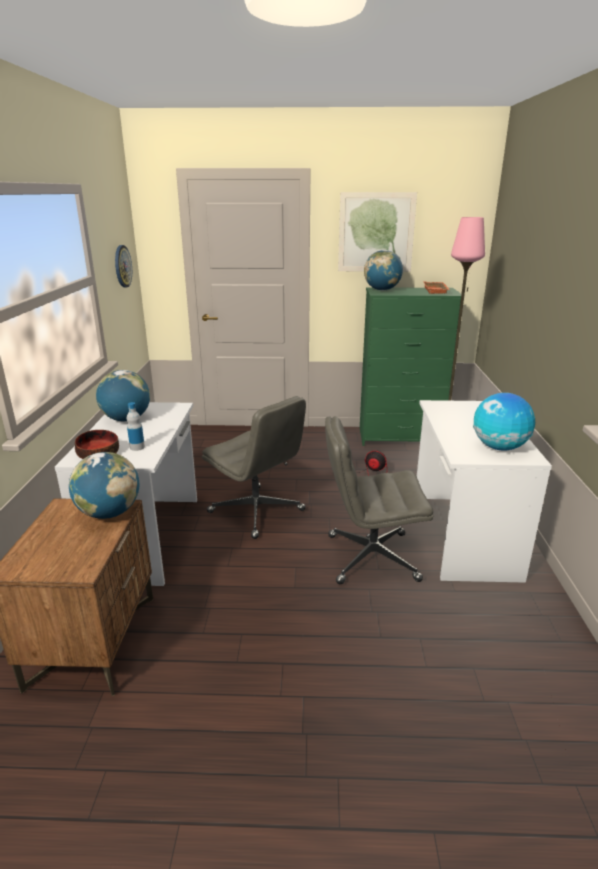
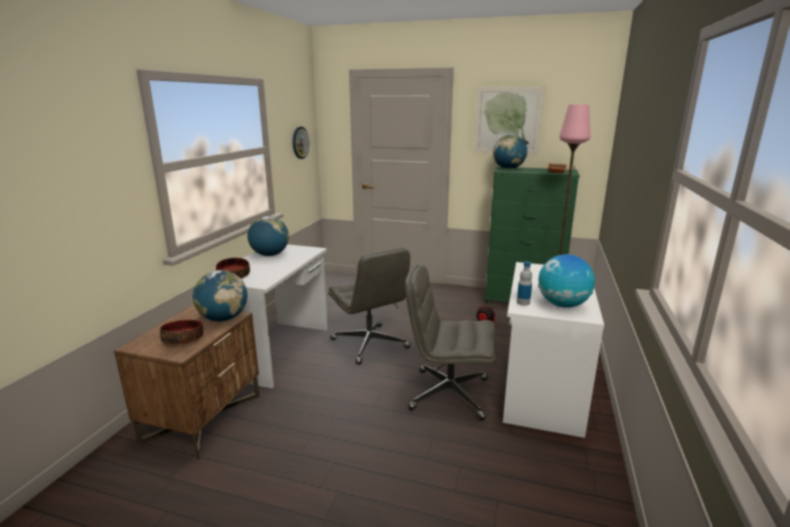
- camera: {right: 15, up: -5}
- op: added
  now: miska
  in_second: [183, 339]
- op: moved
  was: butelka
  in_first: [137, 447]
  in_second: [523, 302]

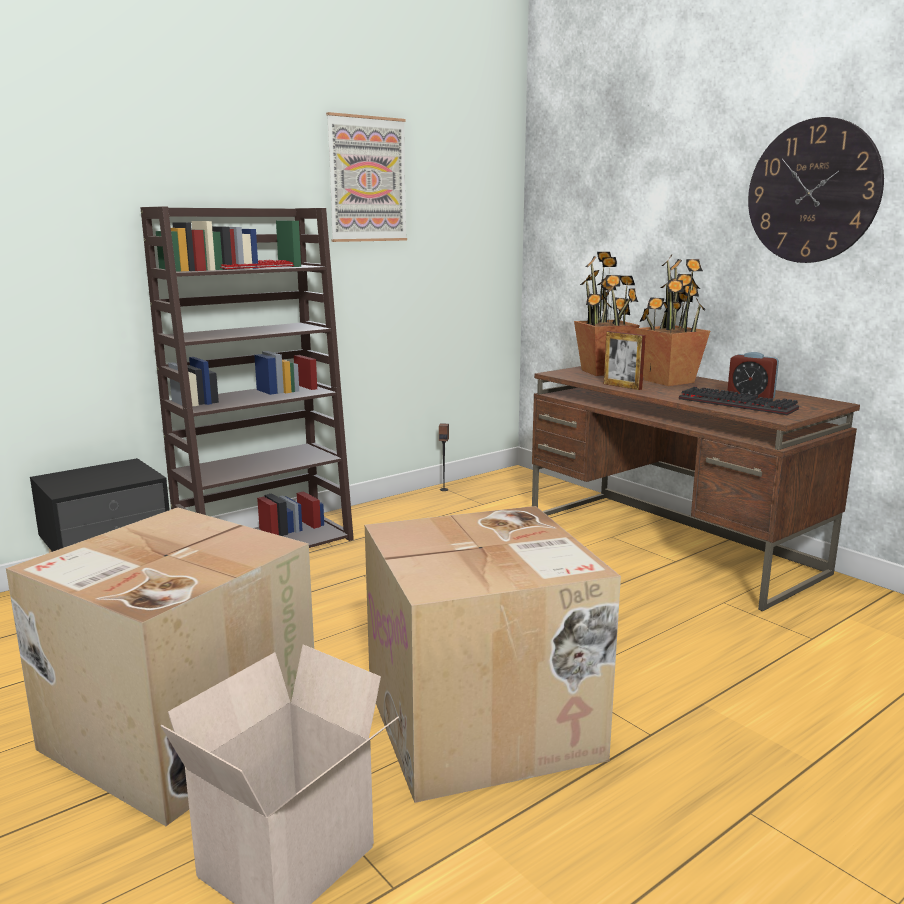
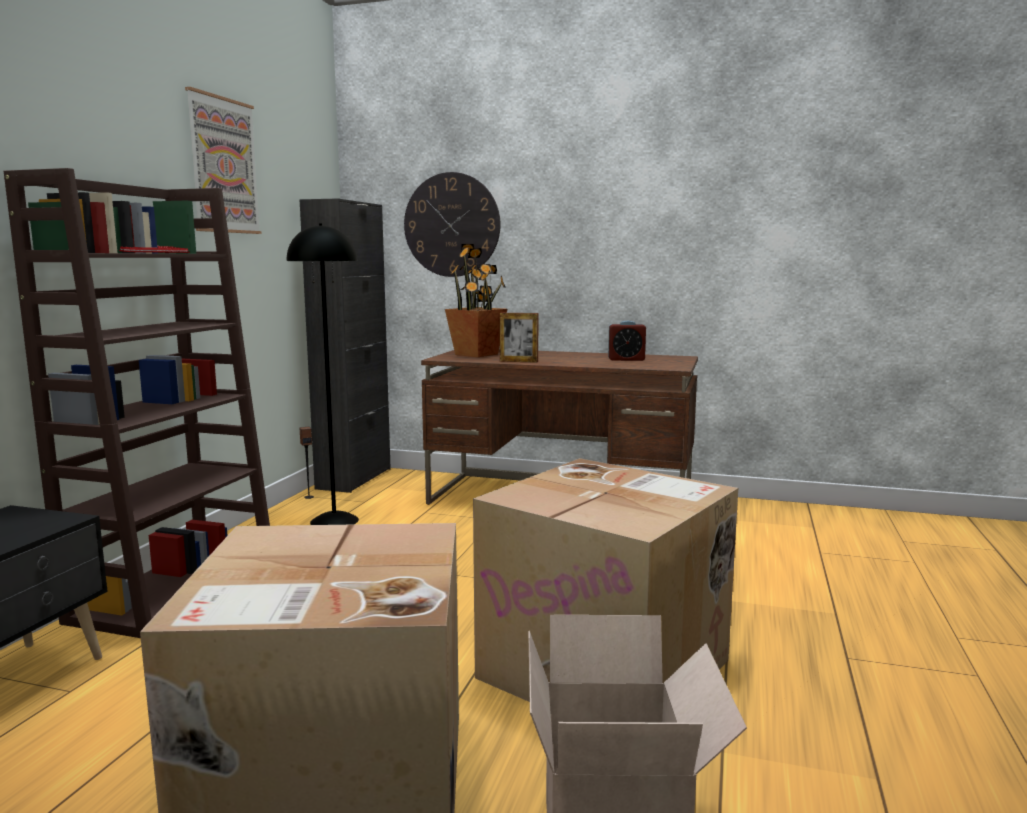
- camera: {right: -35, up: -5}
- op: removed
  was: roślina doniczkowa
  in_first: [669, 381]
- op: removed
  was: klawiatura
  in_first: [739, 404]
- op: added
  now: lampa stojąca/czarny
  in_second: [334, 520]
- op: added
  now: szafka/czarny
  in_second: [354, 478]
- op: moved
  was: zegar ścienny
  in_first: [812, 191]
  in_second: [452, 225]

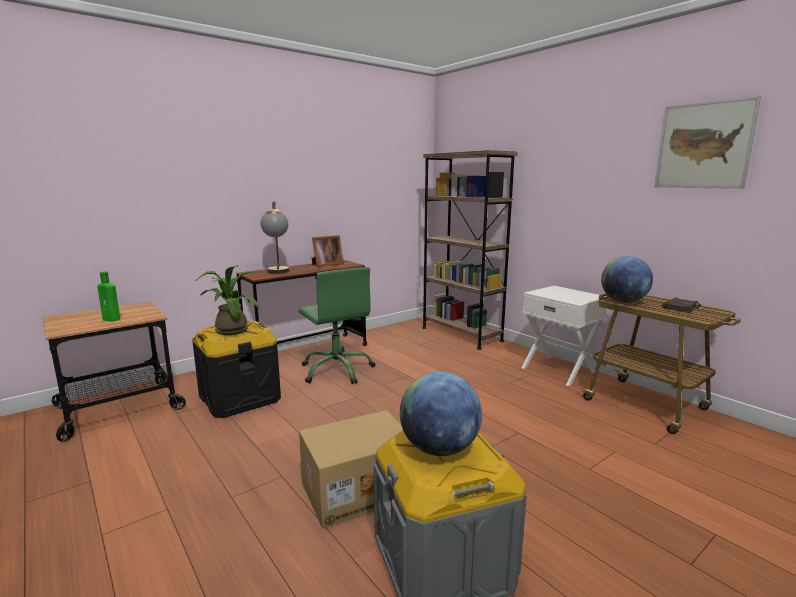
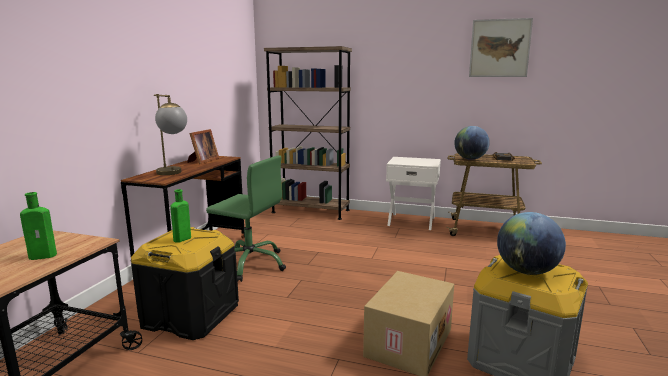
- camera: {right: -35, up: 0}
- op: replaced
  was: roślina doniczkowa
  now: butelka/zielony
  in_first: [231, 329]
  in_second: [181, 239]

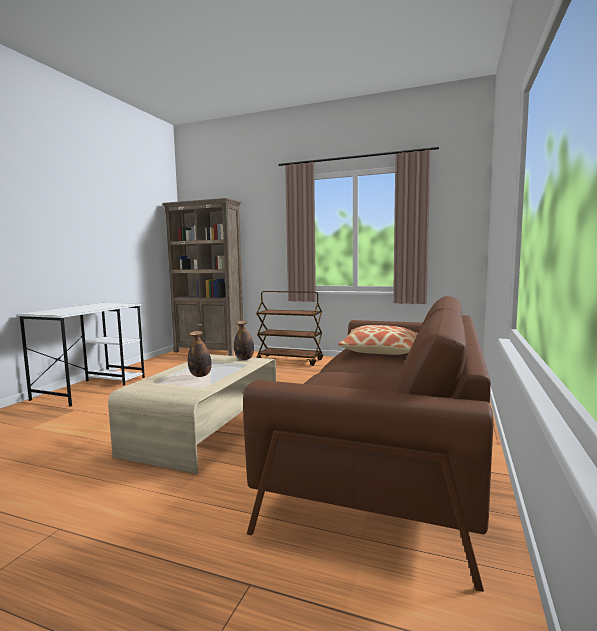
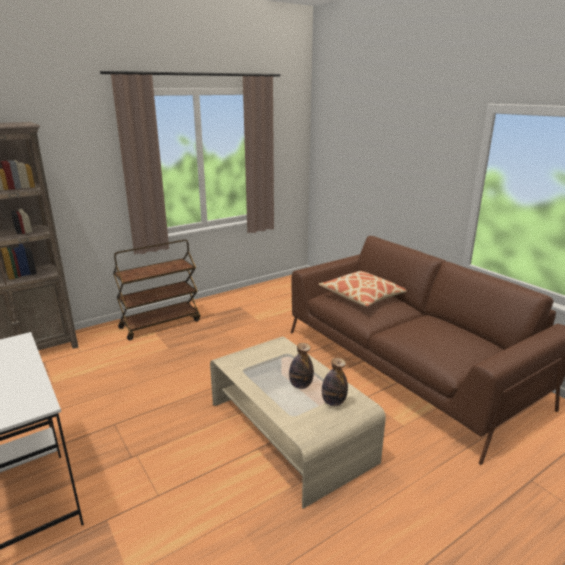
- camera: {right: -55, up: 15}
- op: moved
  was: butelka
  in_first: [244, 359]
  in_second: [333, 402]

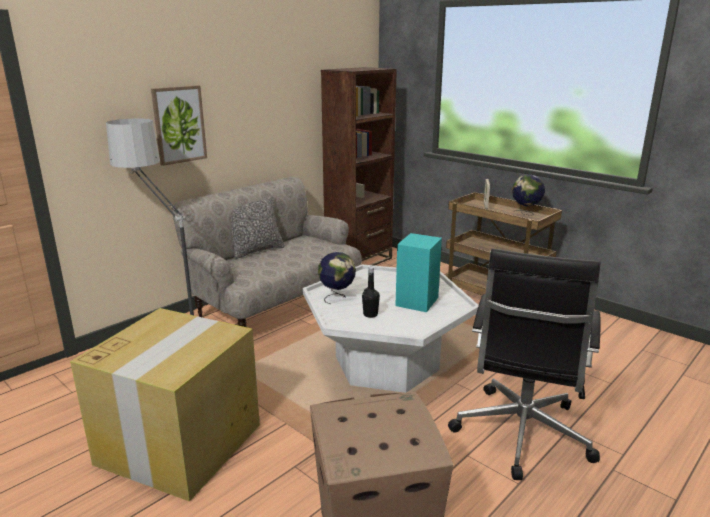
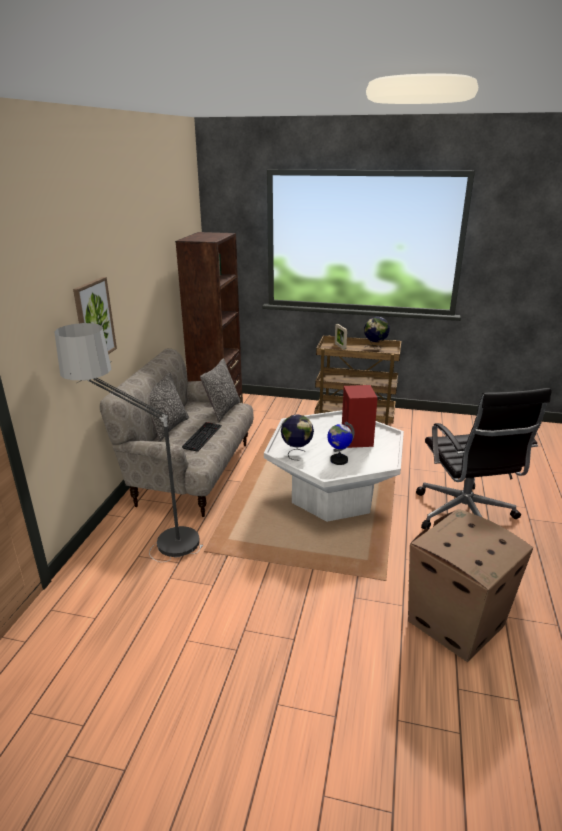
- camera: {right: -30, up: 5}
- op: removed
  was: karton
  in_first: [181, 443]
- op: added
  now: klawiatura
  in_second: [201, 436]
- op: added
  now: poduszka
  in_second: [223, 410]
- op: replaced
  was: butelka/czarny
  now: globus
  in_first: [370, 314]
  in_second: [338, 460]
- op: recoloured
  was: głośnik/turkusowy
  now: głośnik/czerwony
  in_first: [416, 302]
  in_second: [357, 440]

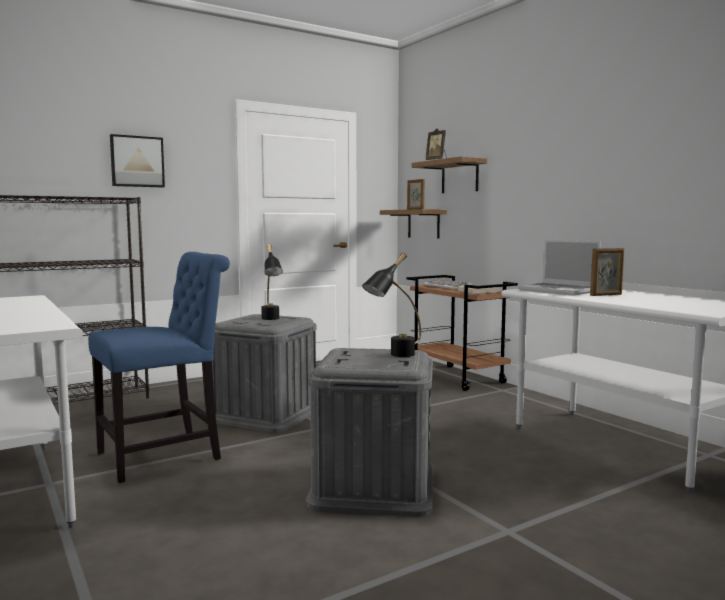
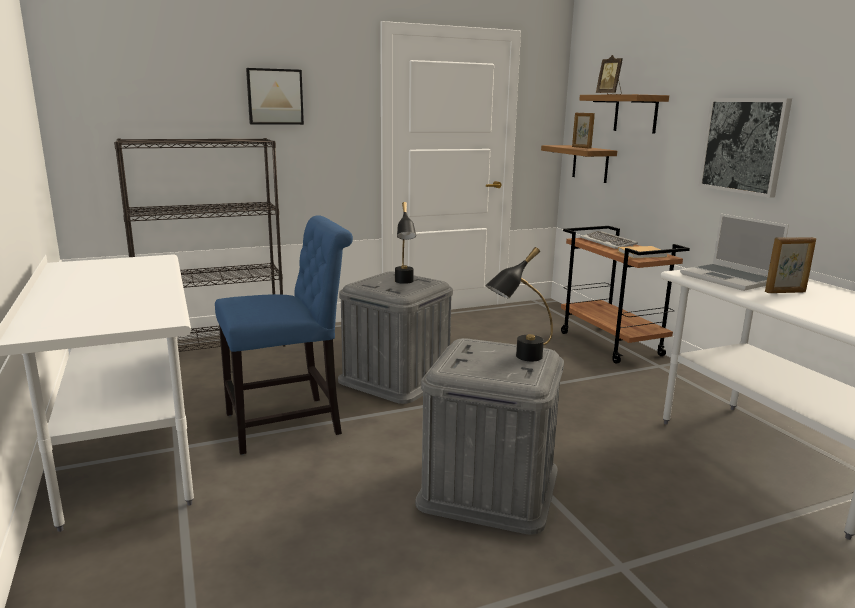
- camera: {right: 10, up: 10}
- op: added
  now: obraz
  in_second: [744, 145]

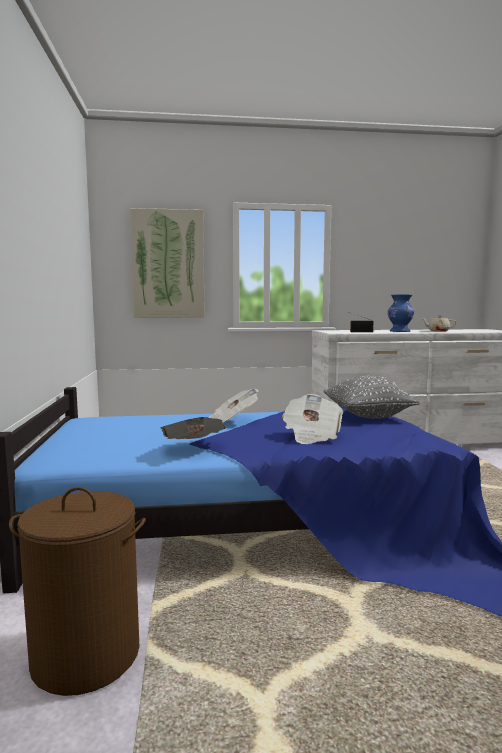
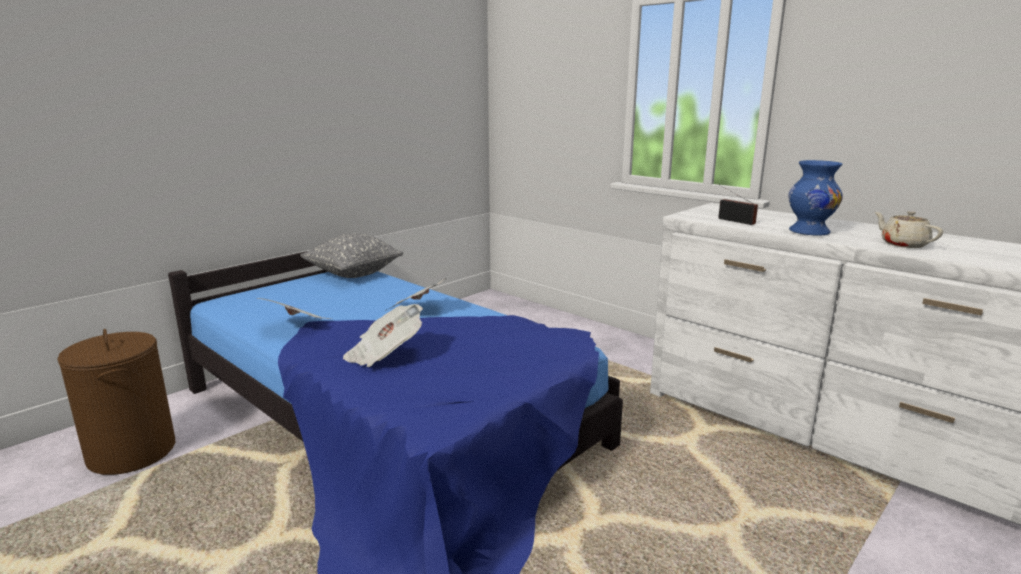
- camera: {right: 50, up: 10}
- op: removed
  was: obraz
  in_first: [168, 264]
- op: moved
  was: poduszka/szary
  in_first: [367, 417]
  in_second: [353, 274]

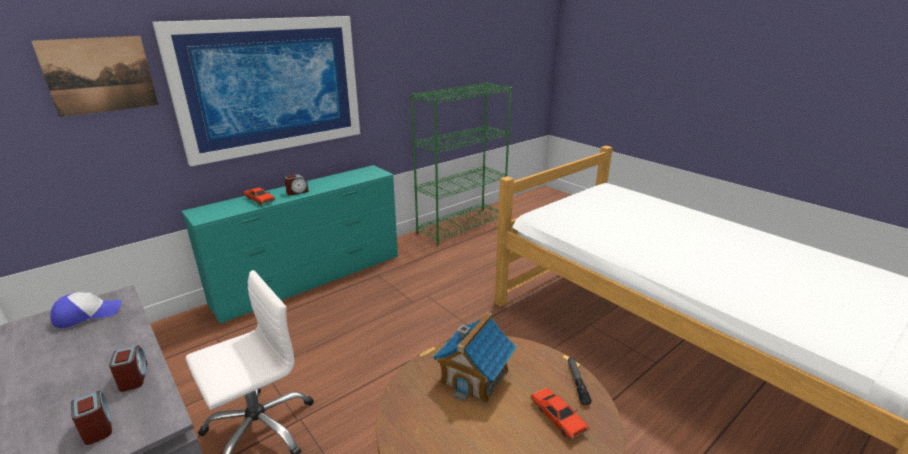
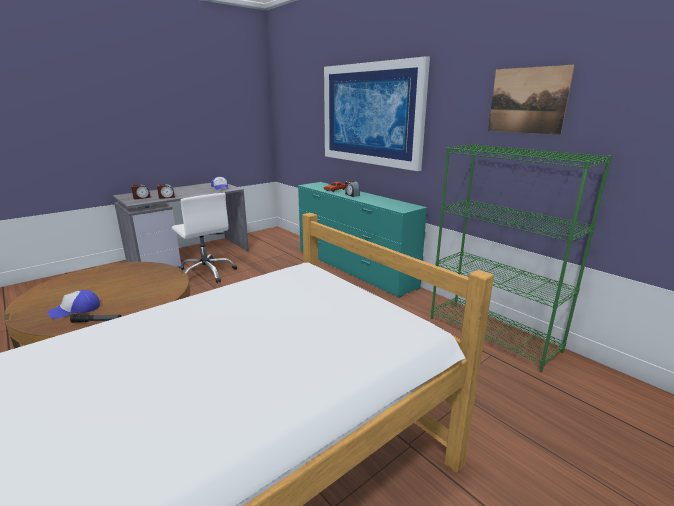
- camera: {right: 90, up: -5}
- op: removed
  was: domek
  in_first: [475, 377]
- op: moved
  was: obraz
  in_first: [100, 75]
  in_second: [527, 100]
- op: replaced
  was: samochodzik/czerwony
  now: czapka z daszkiem
  in_first: [557, 417]
  in_second: [76, 310]

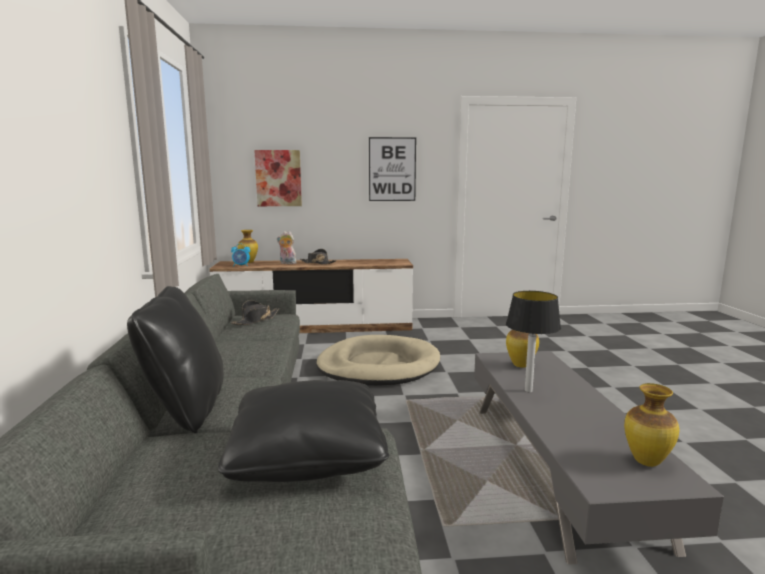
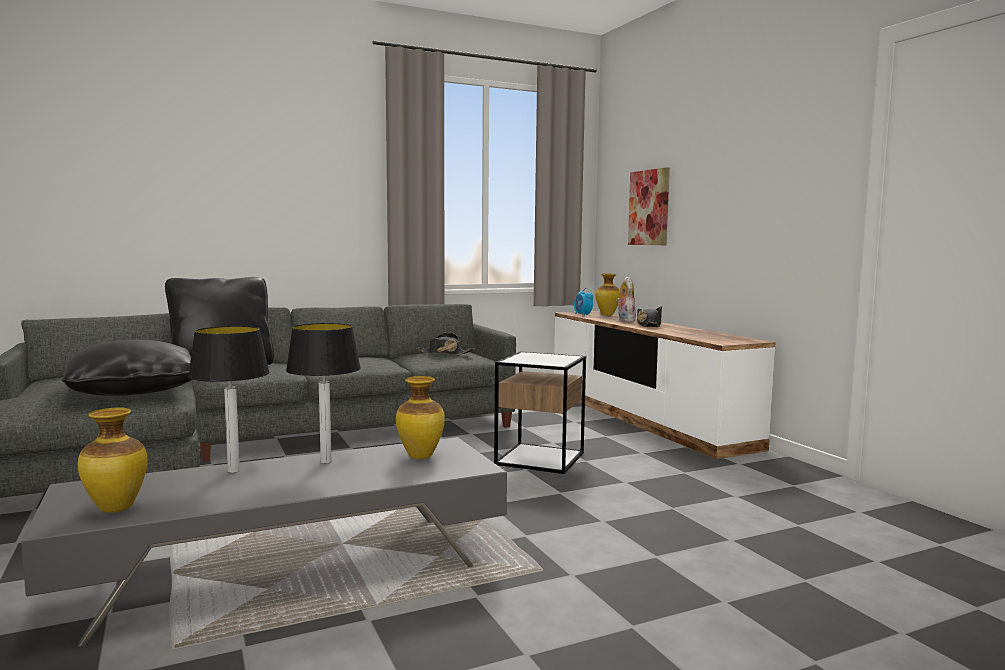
- camera: {right: 70, up: -5}
- op: removed
  was: obraz
  in_first: [392, 169]
- op: added
  now: lampa stołowa
  in_second: [234, 471]
- op: replaced
  was: legowisko/beżowy
  now: stolik
  in_first: [378, 366]
  in_second: [540, 458]

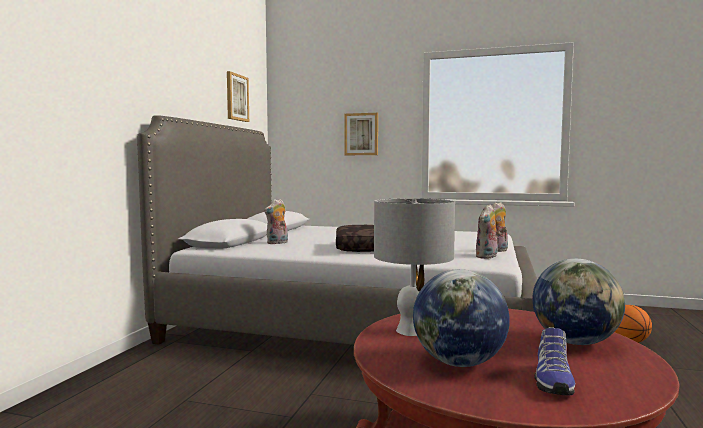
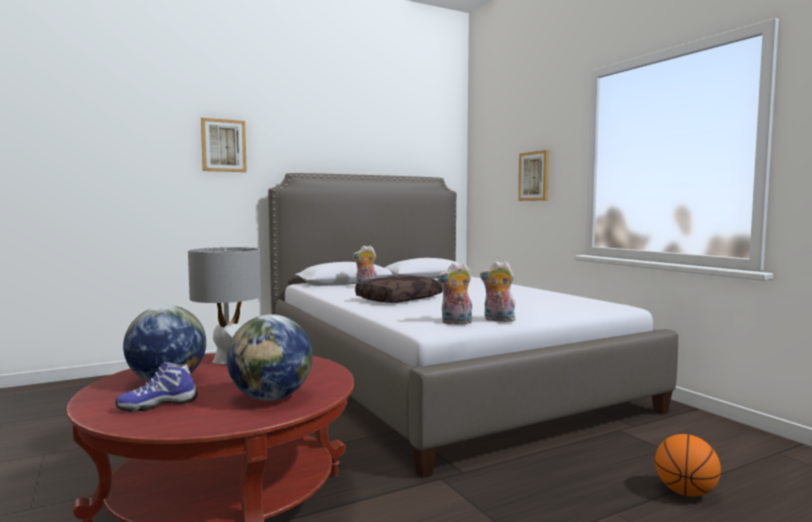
- camera: {right: 45, up: 0}
- op: moved
  was: obraz
  in_first: [236, 97]
  in_second: [223, 145]

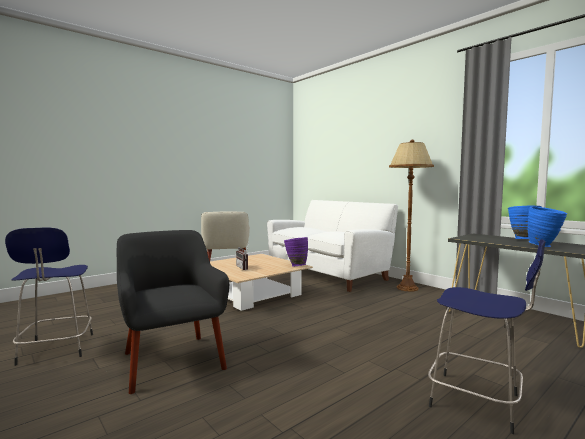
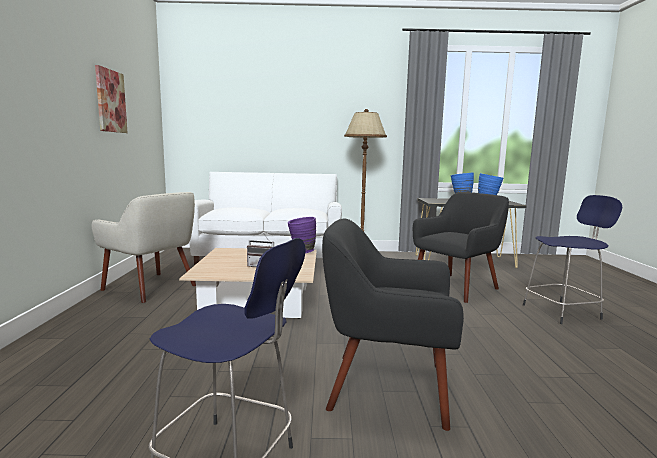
- camera: {right: -50, up: 5}
- op: added
  now: obraz
  in_second: [110, 101]
- op: added
  now: fotel/czarny
  in_second: [457, 287]

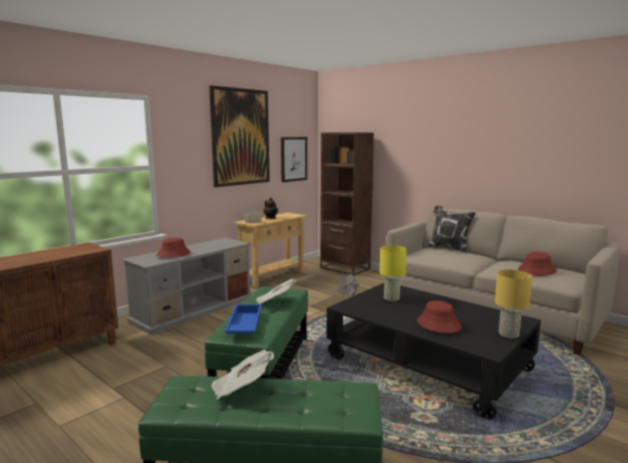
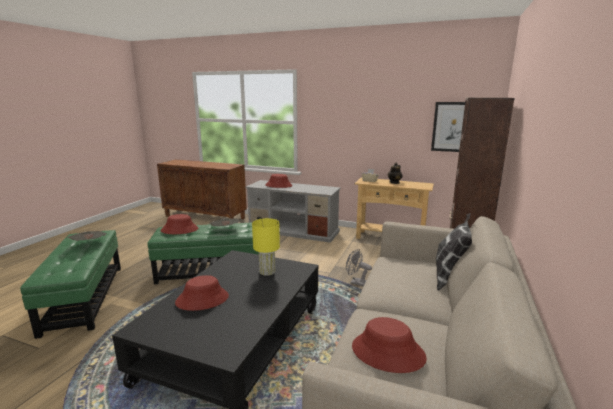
- camera: {right: 70, up: 5}
- op: removed
  was: obraz
  in_first: [240, 137]
- op: removed
  was: lampa stołowa/żółty
  in_first: [508, 334]
- op: replaced
  was: taca/niebieski
  now: kapelusz/czerwony
  in_first: [243, 325]
  in_second: [179, 230]

